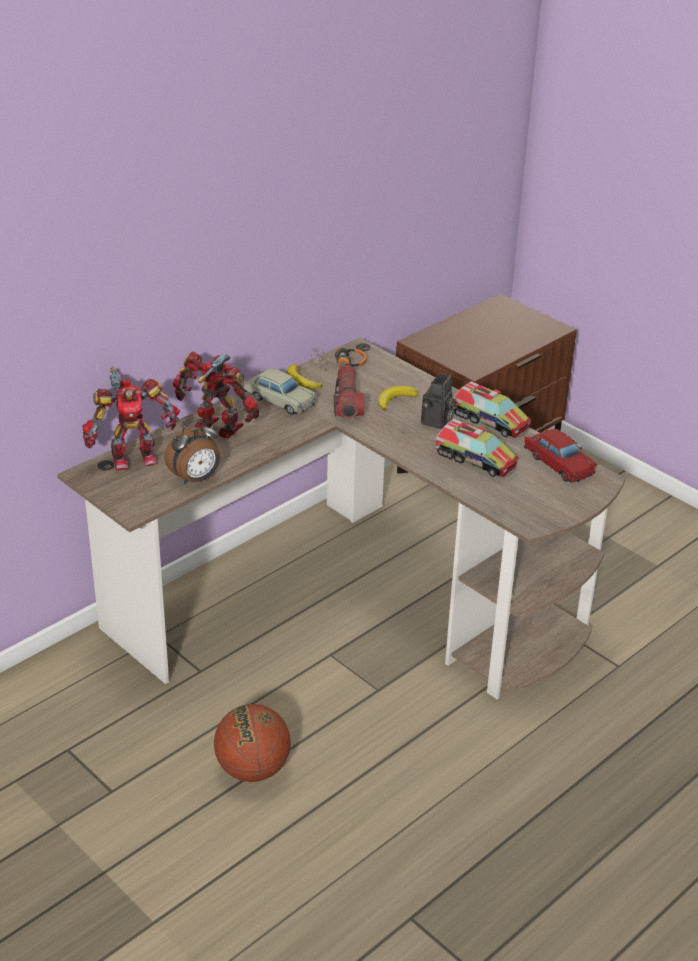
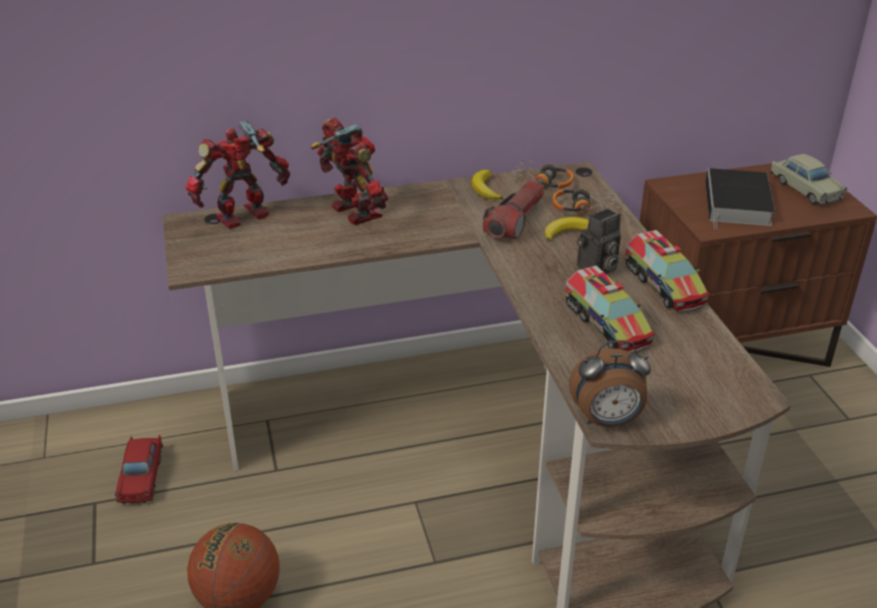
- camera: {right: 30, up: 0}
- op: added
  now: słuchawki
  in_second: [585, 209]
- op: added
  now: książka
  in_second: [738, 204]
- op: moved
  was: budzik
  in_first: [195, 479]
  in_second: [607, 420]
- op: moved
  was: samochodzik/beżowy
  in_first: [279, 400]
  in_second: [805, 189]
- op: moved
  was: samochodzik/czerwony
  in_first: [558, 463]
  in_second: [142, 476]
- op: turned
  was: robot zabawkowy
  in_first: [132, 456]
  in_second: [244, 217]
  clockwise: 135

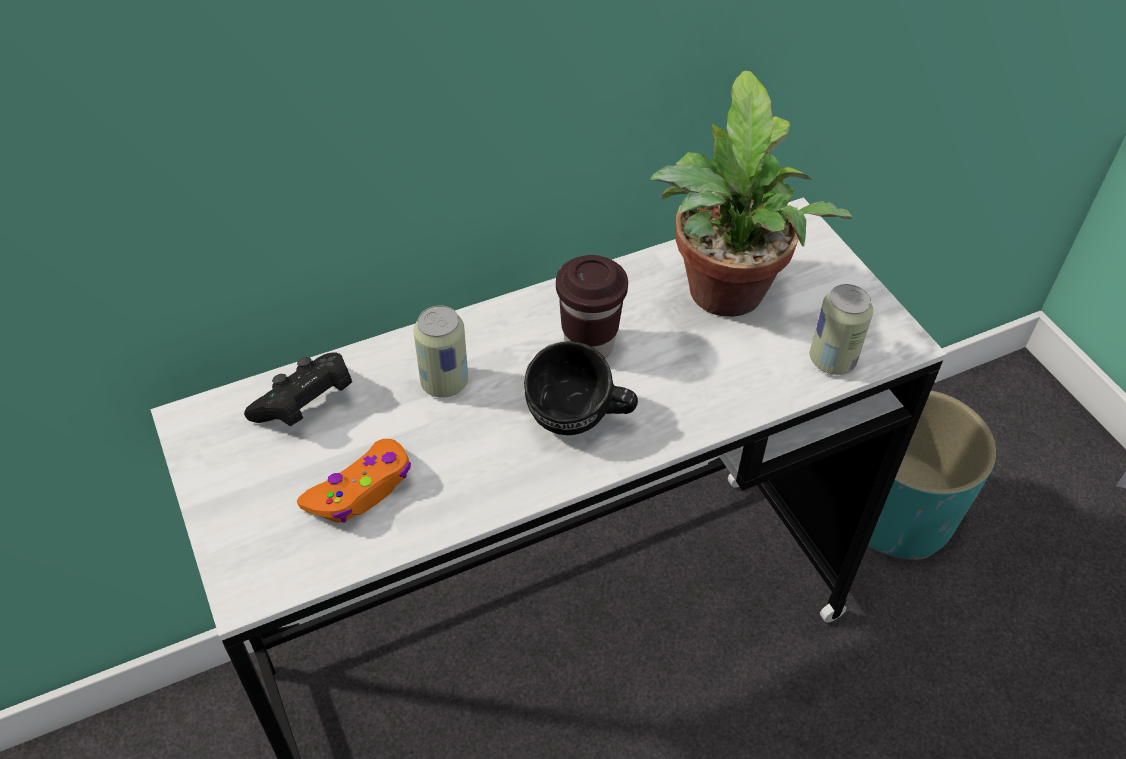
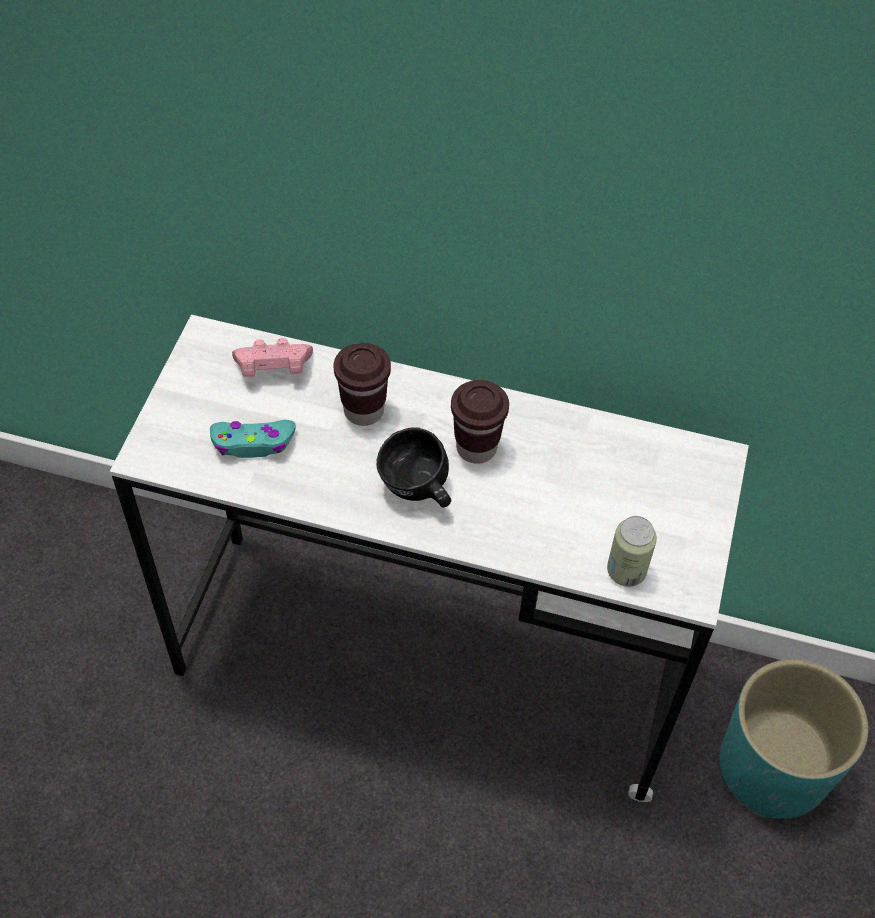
- camera: {right: 40, up: 5}
- op: removed
  was: roślina doniczkowa
  in_first: [725, 299]
- op: replaced
  was: puszka
  now: filiżanka/brązowy
  in_first: [444, 382]
  in_second: [363, 411]
- op: recoloured
  was: pad do gier/czarny
  now: pad do gier/różowy
  in_first: [305, 405]
  in_second: [273, 369]
- op: recoloured
  was: pad do gier/pomarańczowy
  now: pad do gier/turkusowy
  in_first: [361, 490]
  in_second: [253, 443]

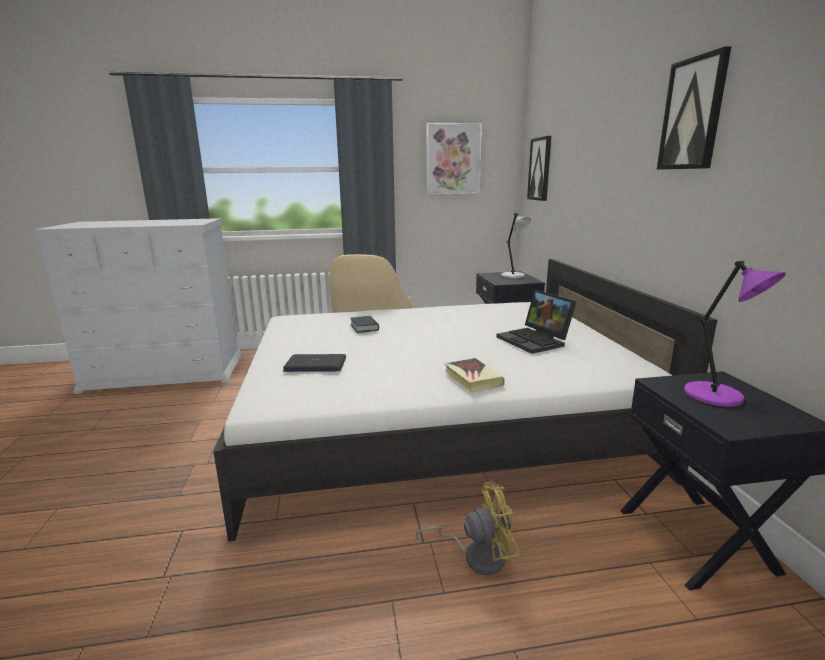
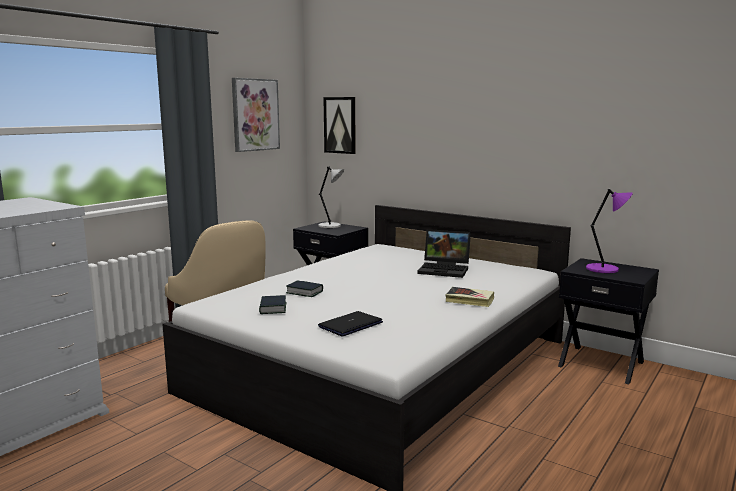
- camera: {right: -45, up: -5}
- op: removed
  was: wentylator/żółty
  in_first: [476, 556]
- op: removed
  was: obraz
  in_first: [693, 114]
- op: added
  now: książka
  in_second: [273, 308]

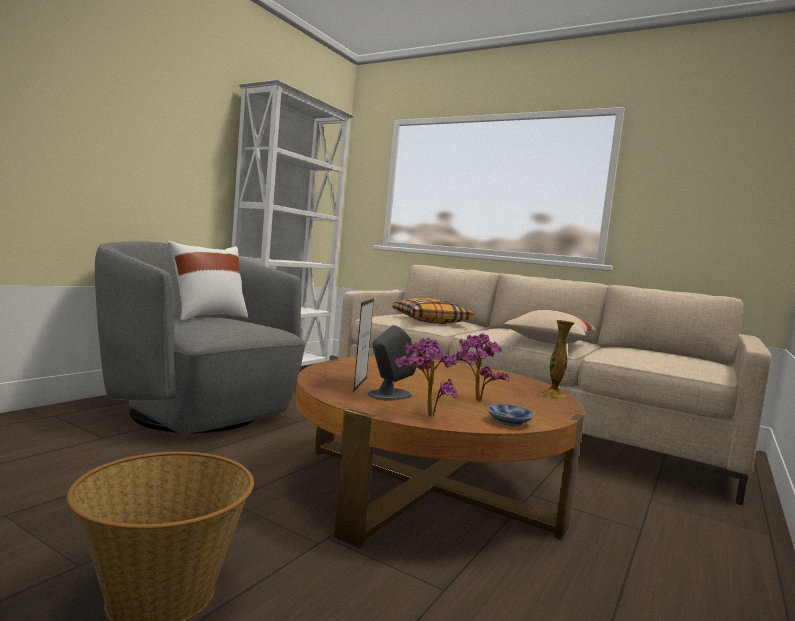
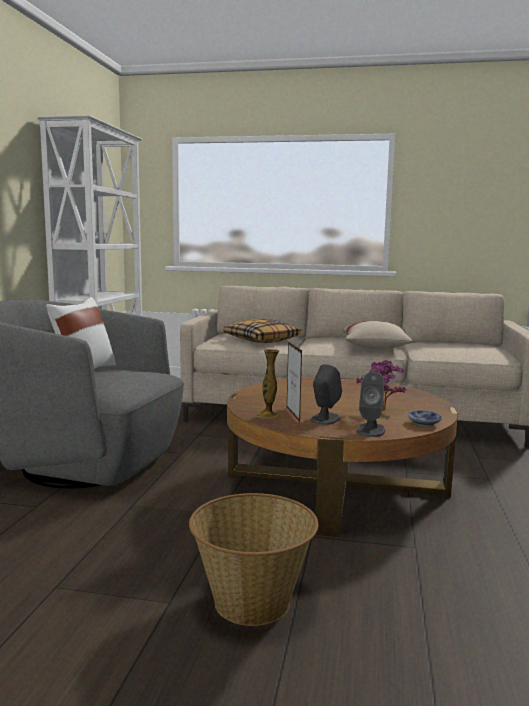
- camera: {right: -20, up: 5}
- op: moved
  was: wazon
  in_first: [553, 395]
  in_second: [268, 415]
- op: replaced
  was: roślina doniczkowa
  now: głośnik/szary
  in_first: [424, 415]
  in_second: [371, 430]

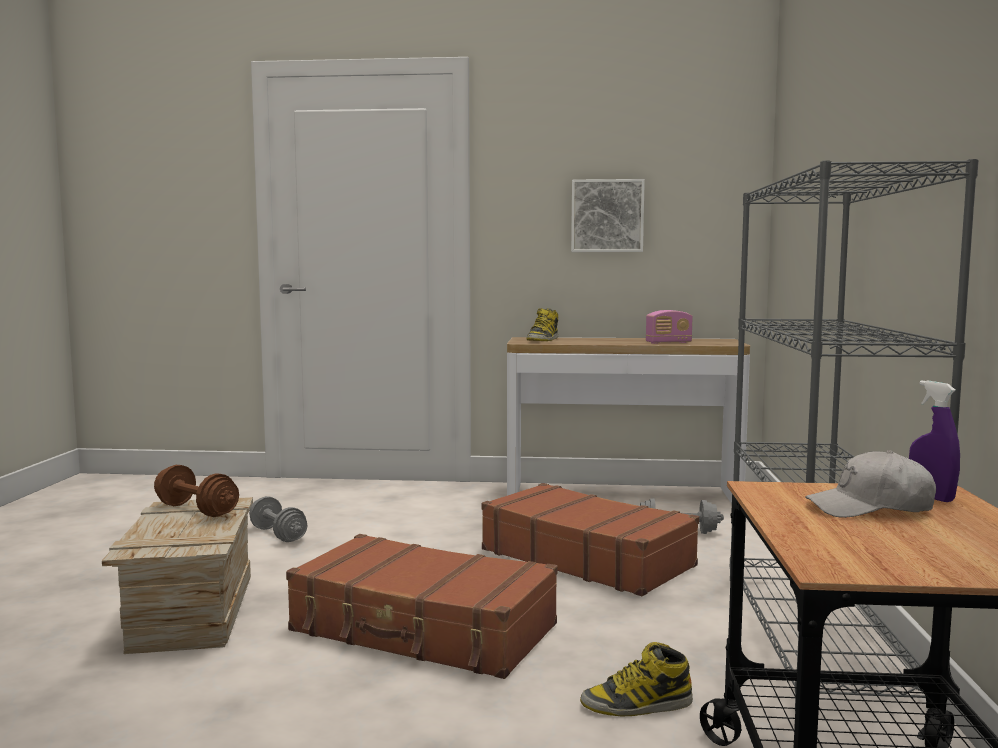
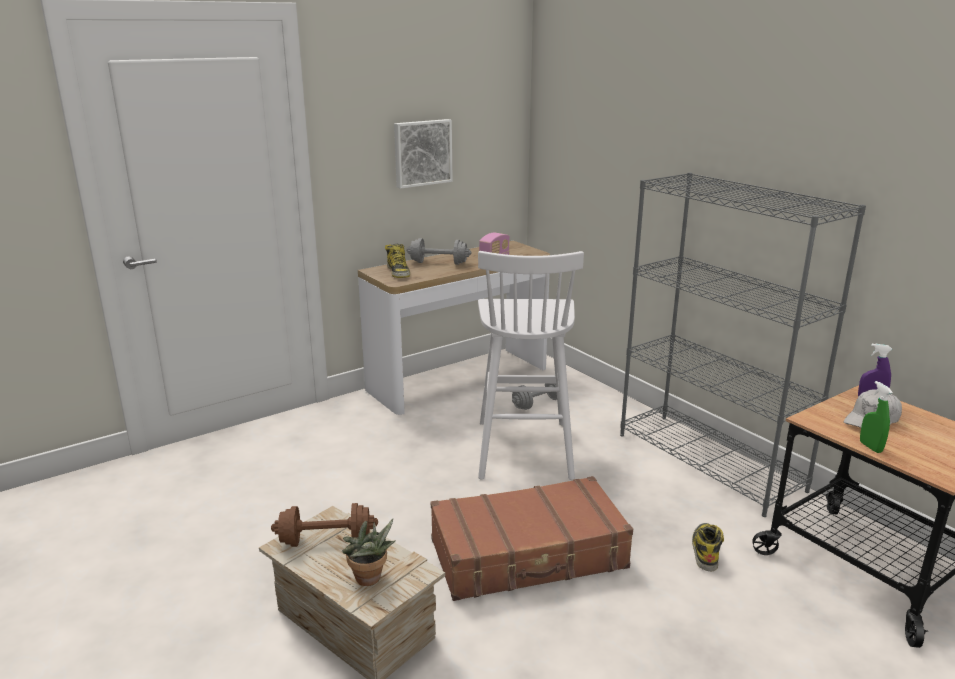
- camera: {right: -40, up: 15}
- op: added
  now: roślina doniczkowa
  in_second: [370, 580]
- op: added
  now: spryskiwacz/zielony
  in_second: [870, 447]
- op: moved
  was: hantel/szary
  in_first: [278, 534]
  in_second: [439, 263]
- op: replaced
  was: walizka/brązowy
  now: stołek/biały
  in_first: [587, 558]
  in_second: [523, 448]
- op: turned
  was: but z cholewką
  in_first: [637, 705]
  in_second: [705, 550]
  clockwise: 150

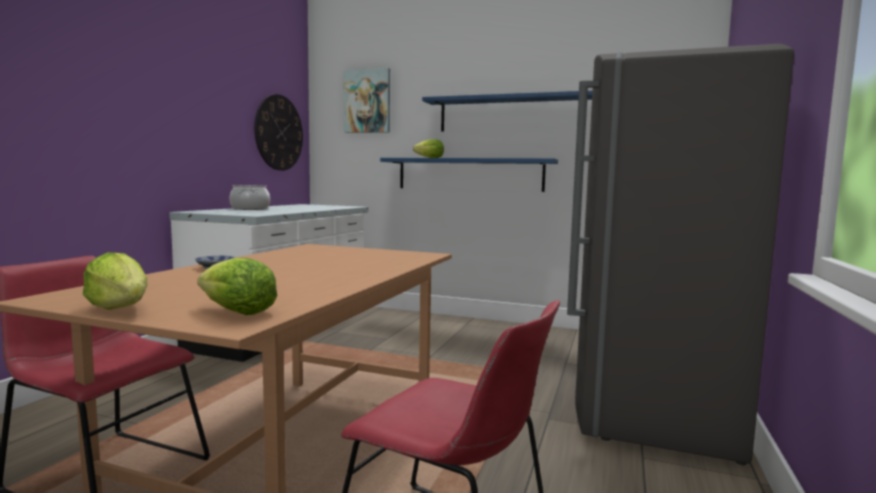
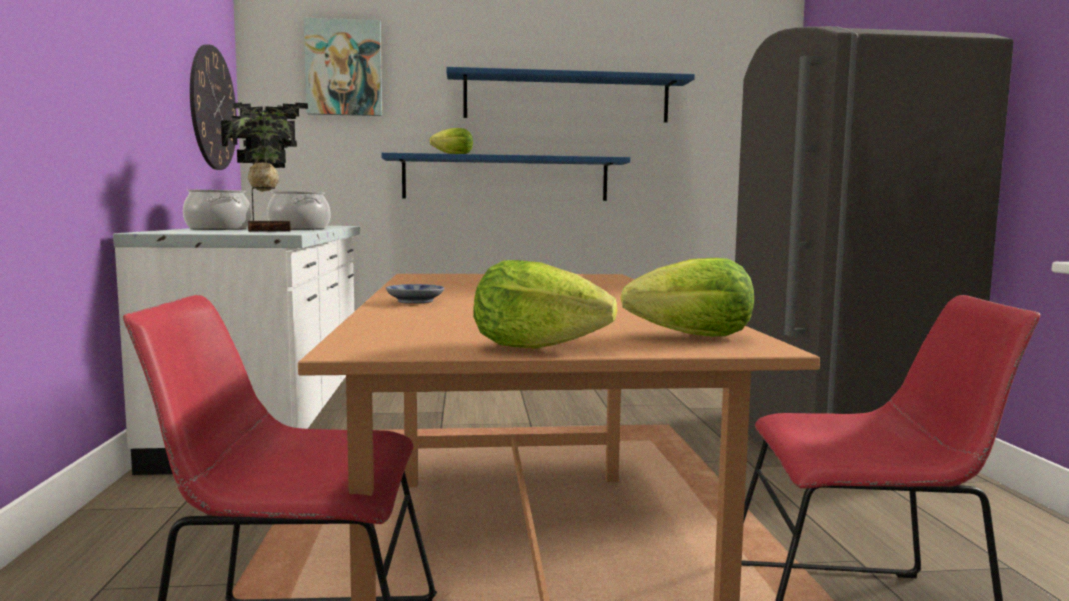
- camera: {right: -25, up: 0}
- op: added
  now: roślina doniczkowa
  in_second: [268, 231]
- op: added
  now: garnek
  in_second: [300, 229]

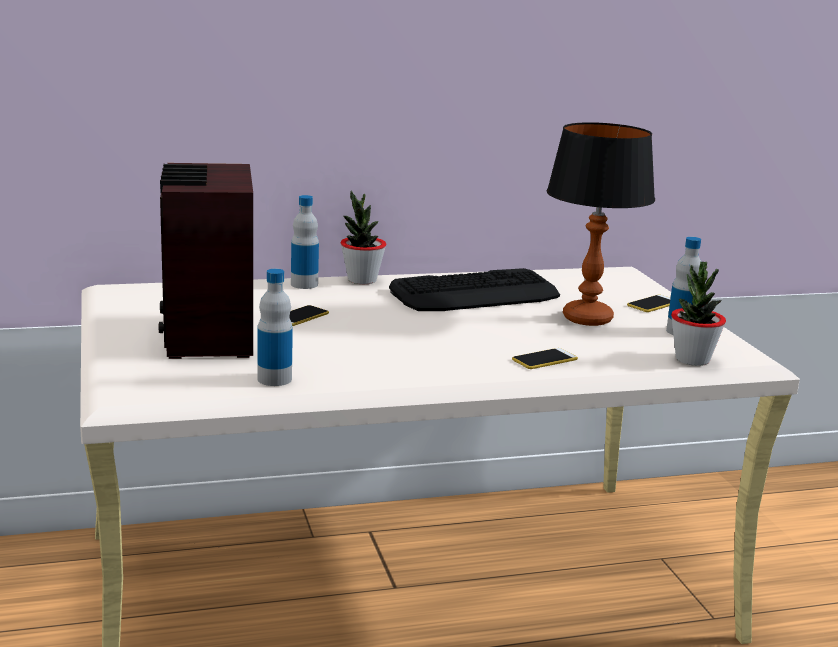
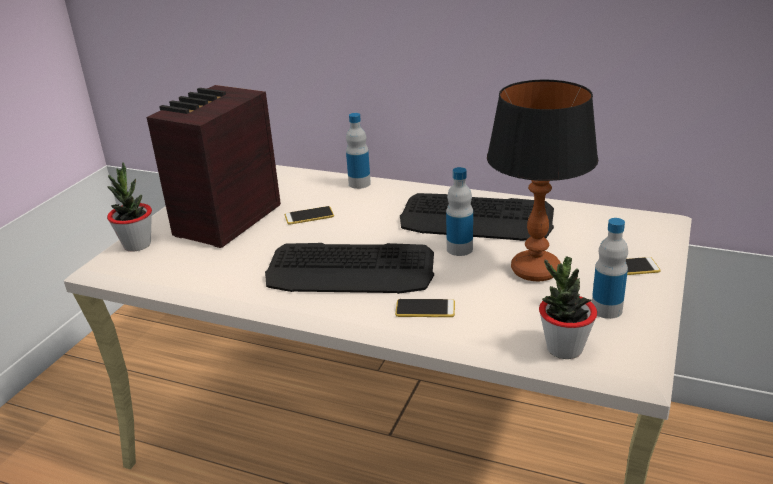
- camera: {right: 40, up: 10}
- op: added
  now: klawiatura
  in_second: [351, 270]
- op: moved
  was: butelka
  in_first: [274, 379]
  in_second: [459, 249]
- op: moved
  was: roślina doniczkowa
  in_first: [361, 280]
  in_second: [137, 245]

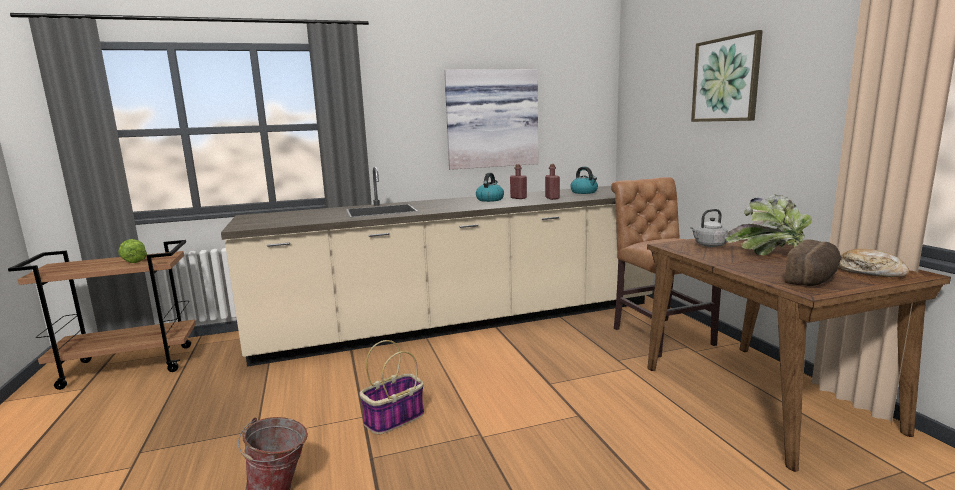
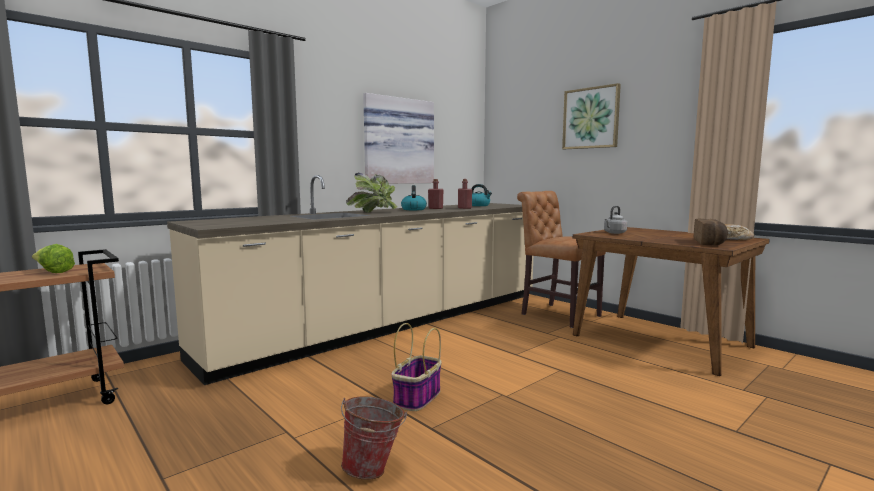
- camera: {right: -25, up: -5}
- op: moved
  was: roślina doniczkowa
  in_first: [769, 254]
  in_second: [373, 212]

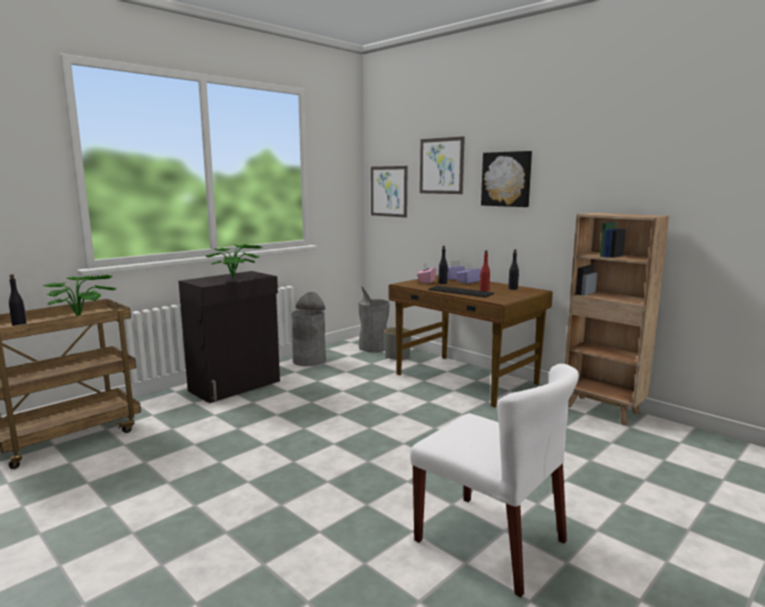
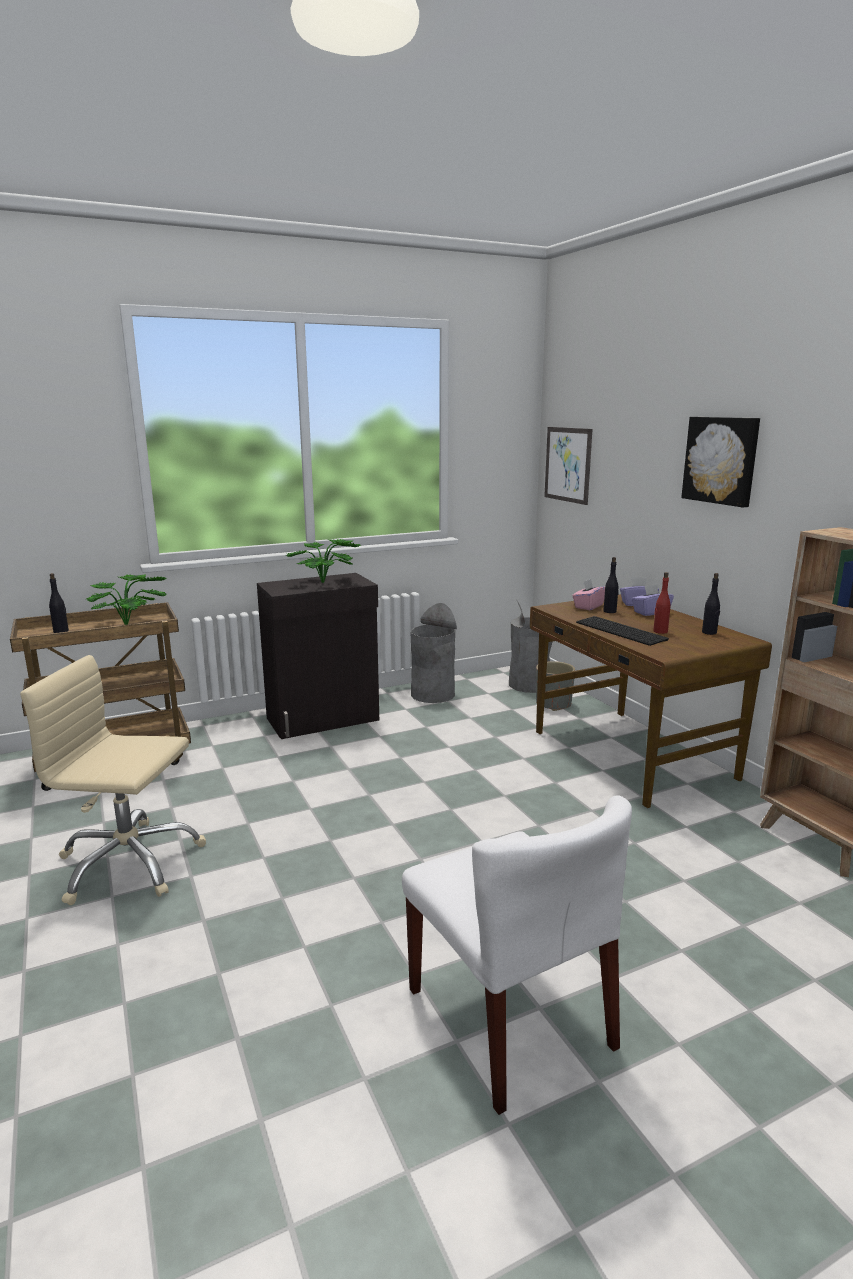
- camera: {right: 20, up: 5}
- op: removed
  was: obraz
  in_first: [441, 166]
- op: added
  now: krzesło biurowe/beżowy
  in_second: [129, 863]

